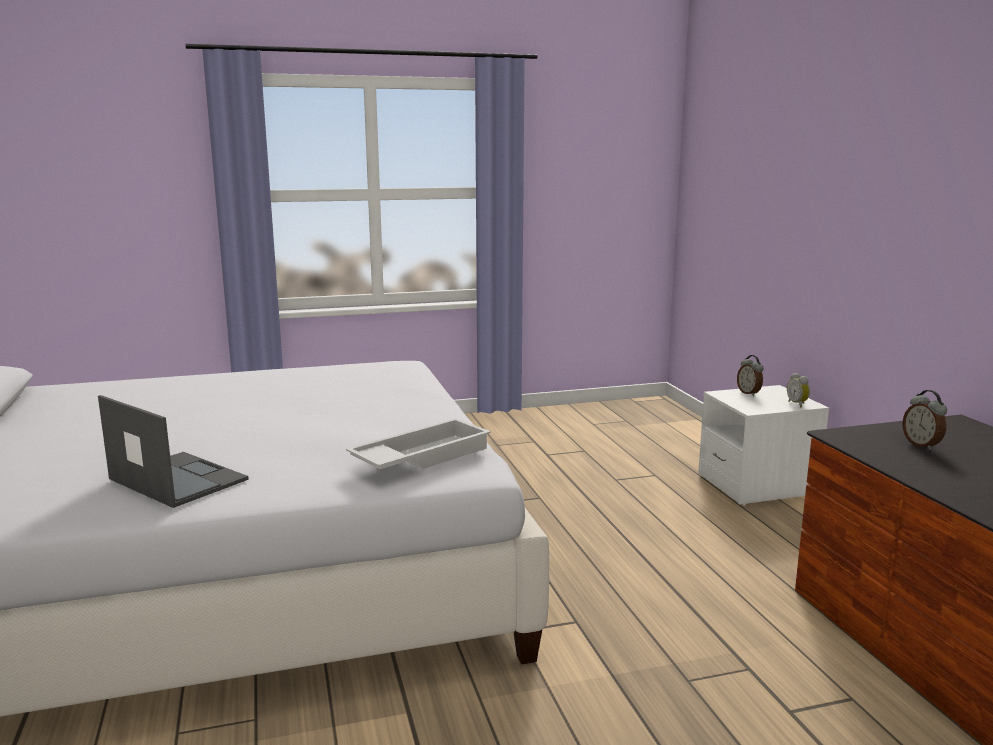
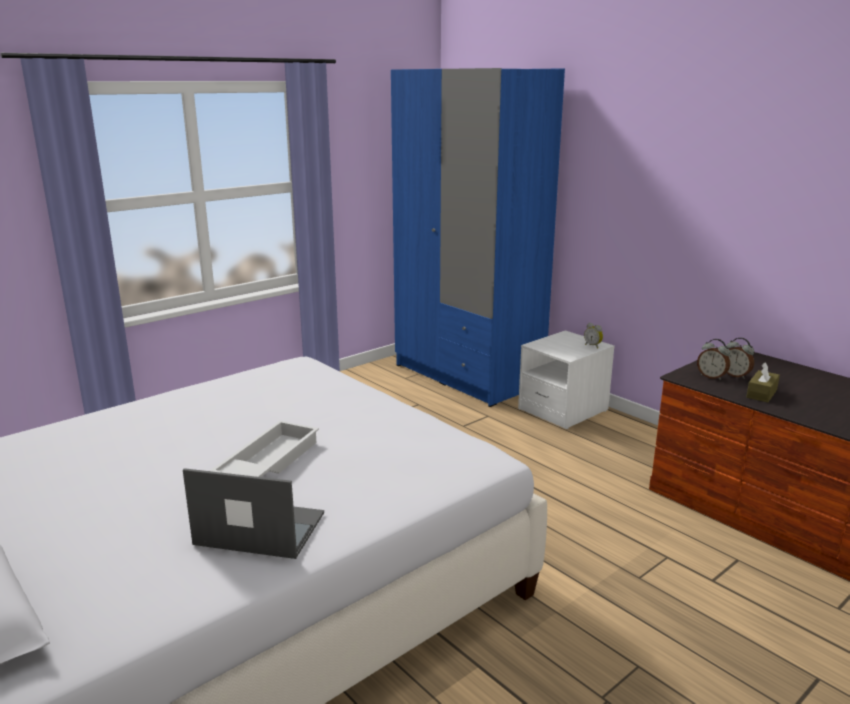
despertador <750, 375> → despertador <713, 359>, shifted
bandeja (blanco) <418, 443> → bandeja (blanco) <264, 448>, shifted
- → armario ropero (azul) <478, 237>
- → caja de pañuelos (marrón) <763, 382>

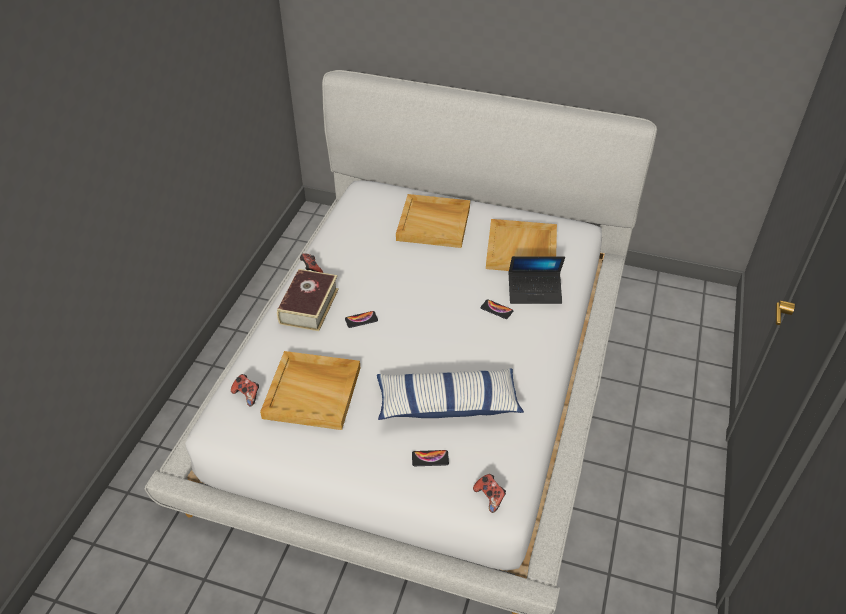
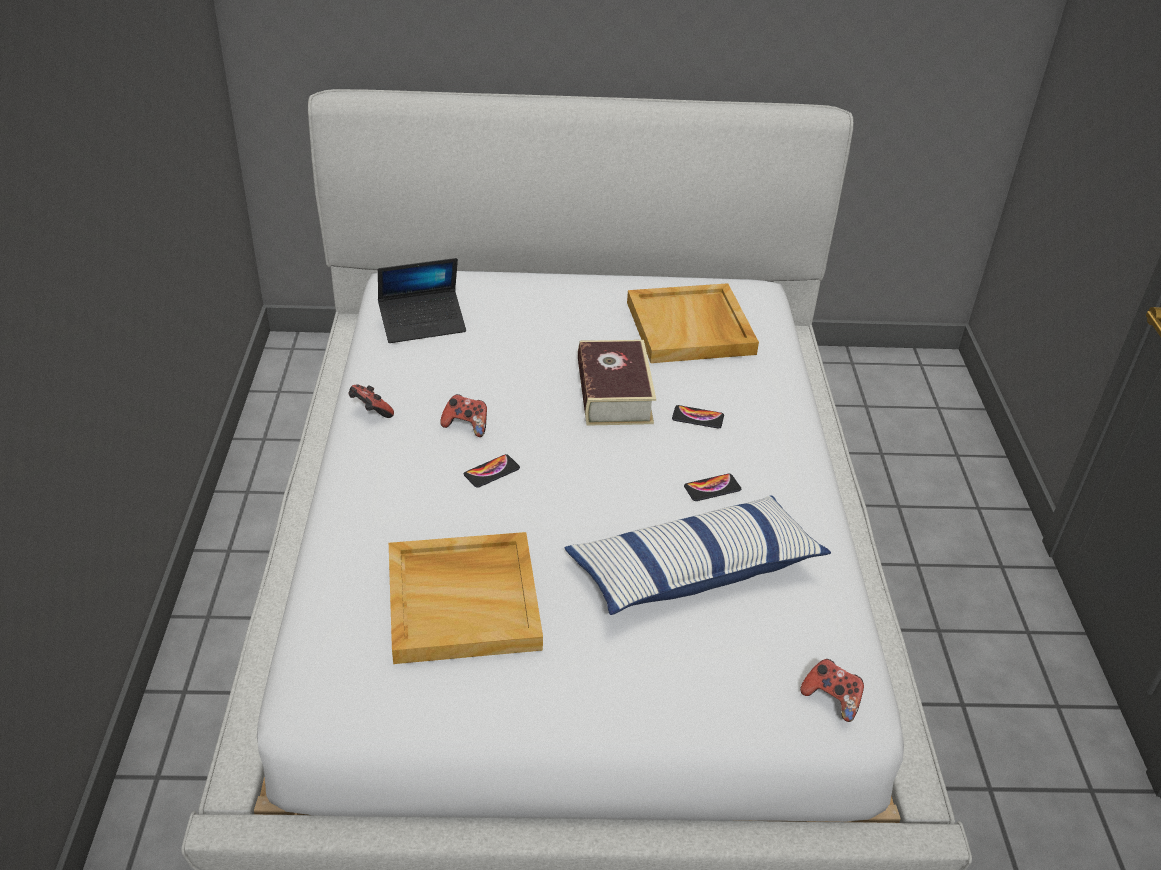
bandeja (beis) <433, 221> → -
portátil <537, 280> → portátil <422, 300>, shifted
libro <308, 300> → libro <617, 383>, shifted
mando de consola <245, 390> → mando de consola <463, 415>, shifted
móvil <430, 458> → móvil <712, 487>, shifted

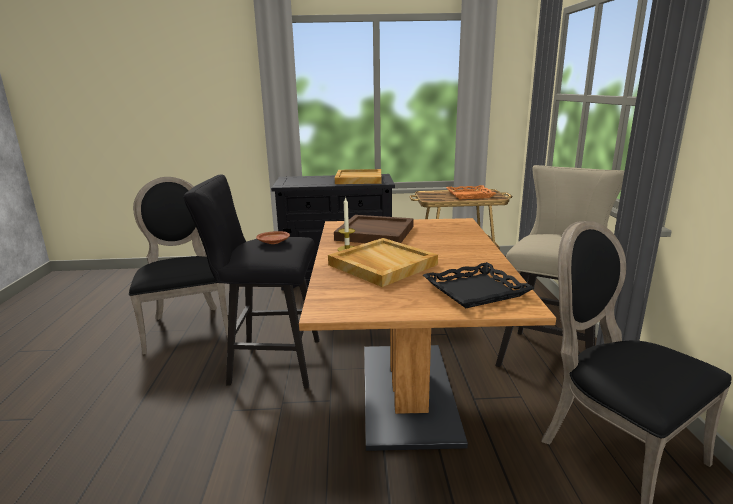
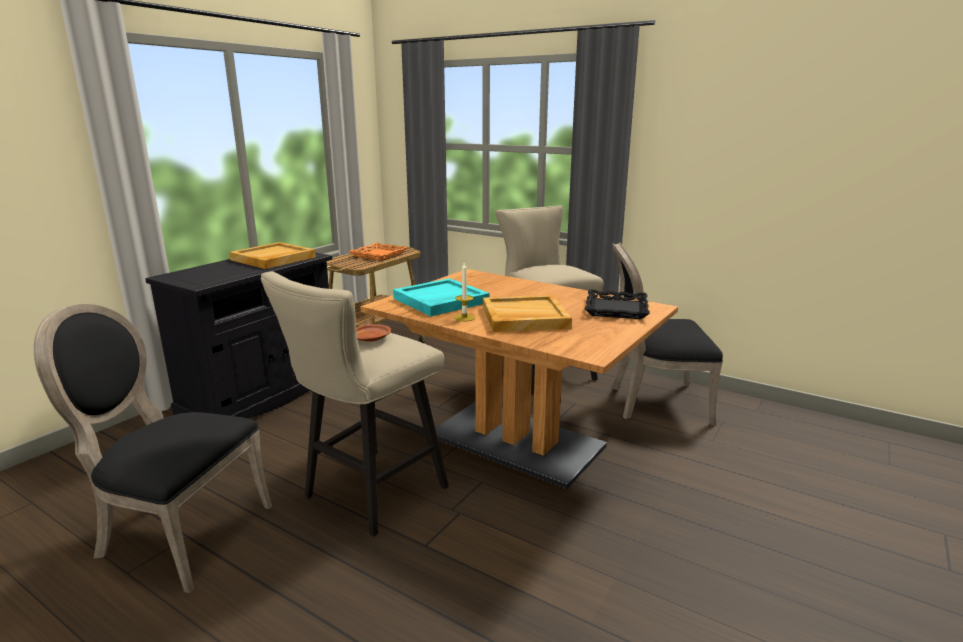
taburete (negro) <251, 281> → taburete (beis) <354, 404>
bandeja (marrón) <374, 229> → bandeja (turquesa) <441, 297>

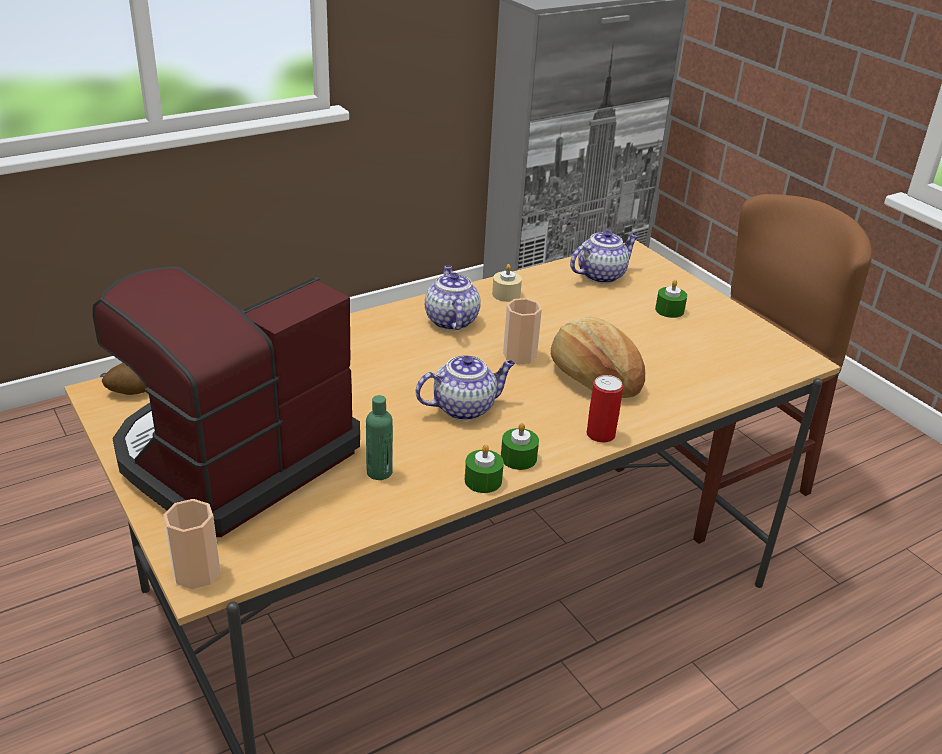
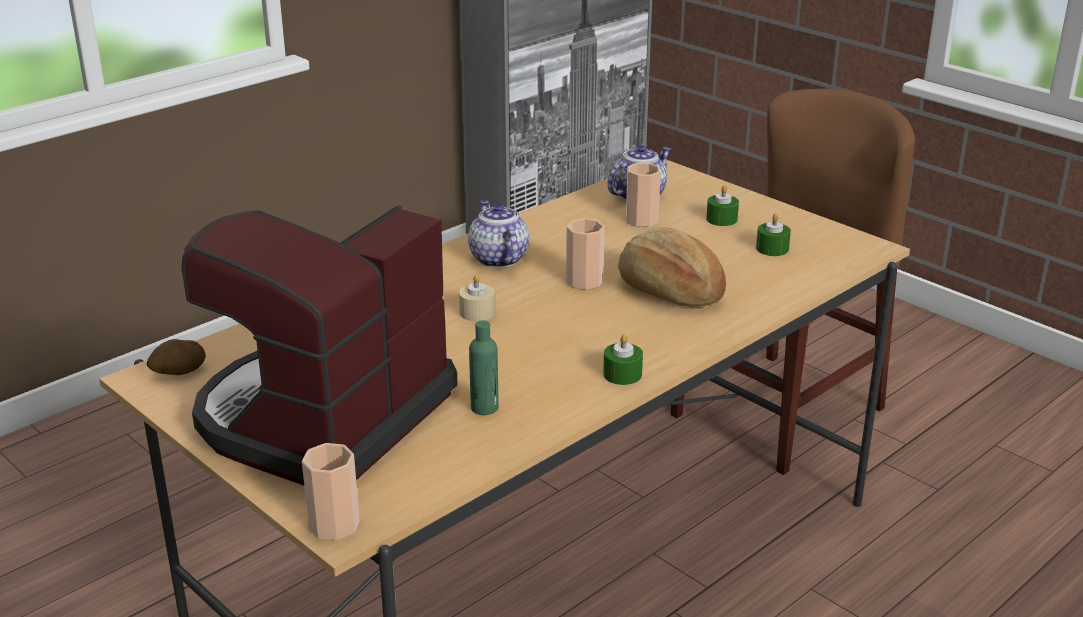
vela (beis) <507, 283> → vela (beis) <477, 297>, shifted
tetera <465, 388> → -
lata <604, 409> → -
vela (verde) <484, 469> → vela (verde) <773, 234>, shifted
- → taza <643, 195>

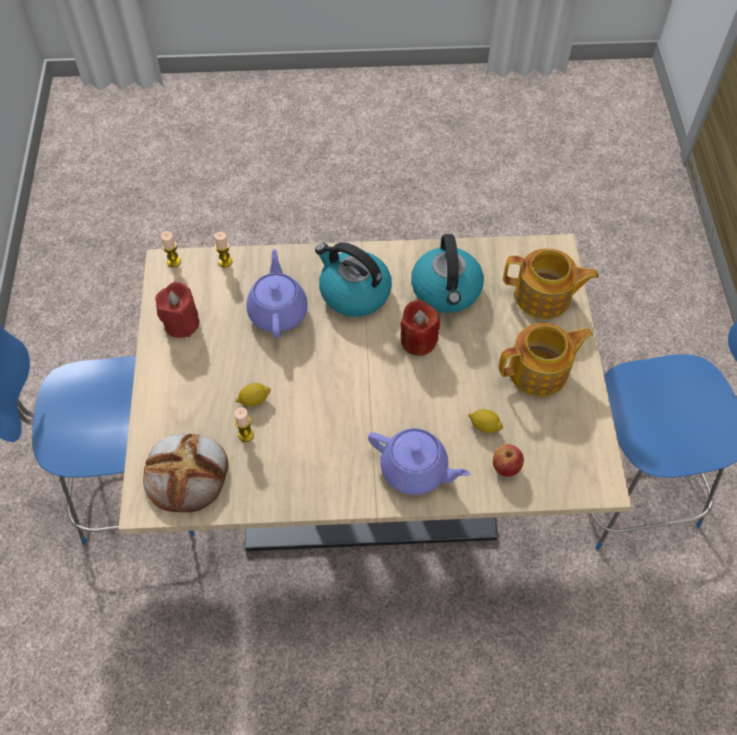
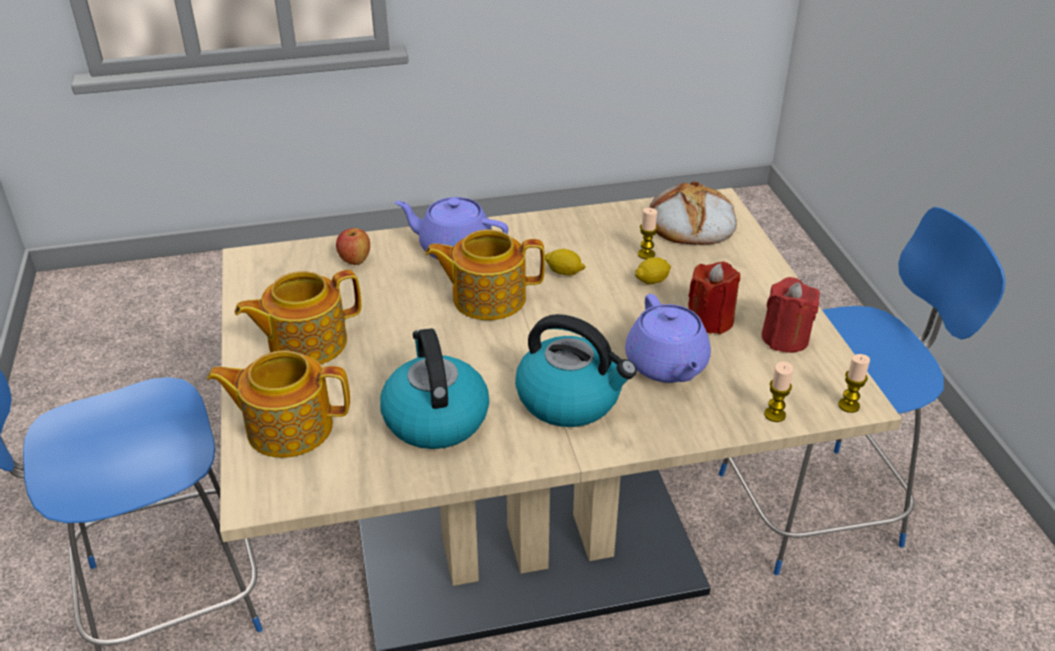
vela (rojo) <420, 327> → vela (rojo) <714, 297>, shifted
limón <485, 421> → limón <565, 262>, shifted
- → tetera <485, 274>

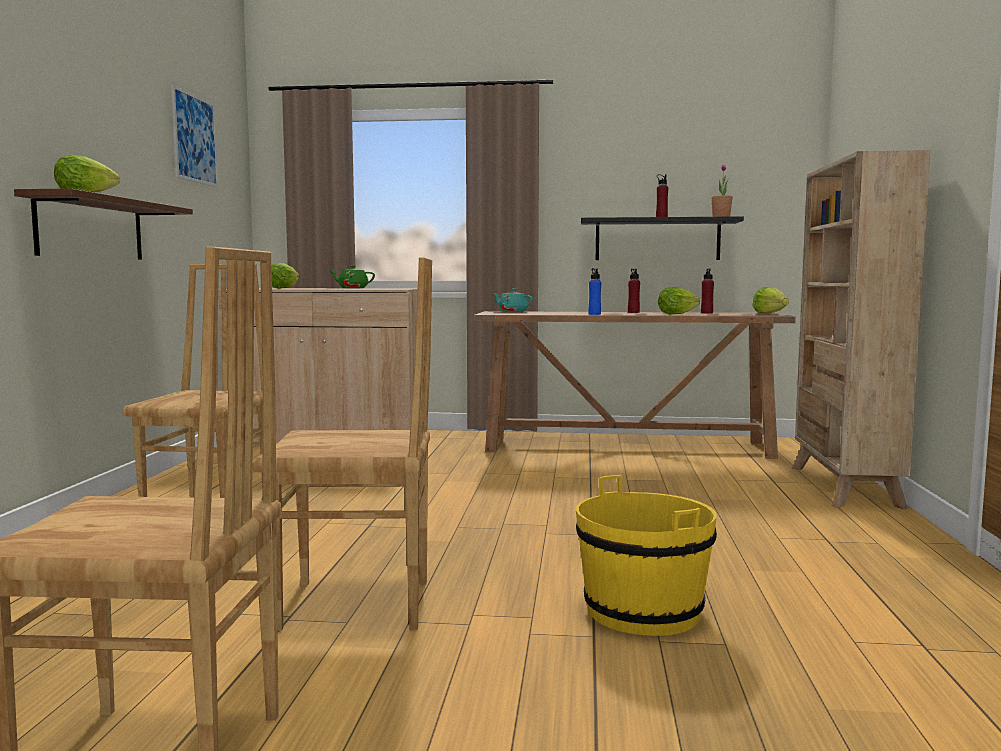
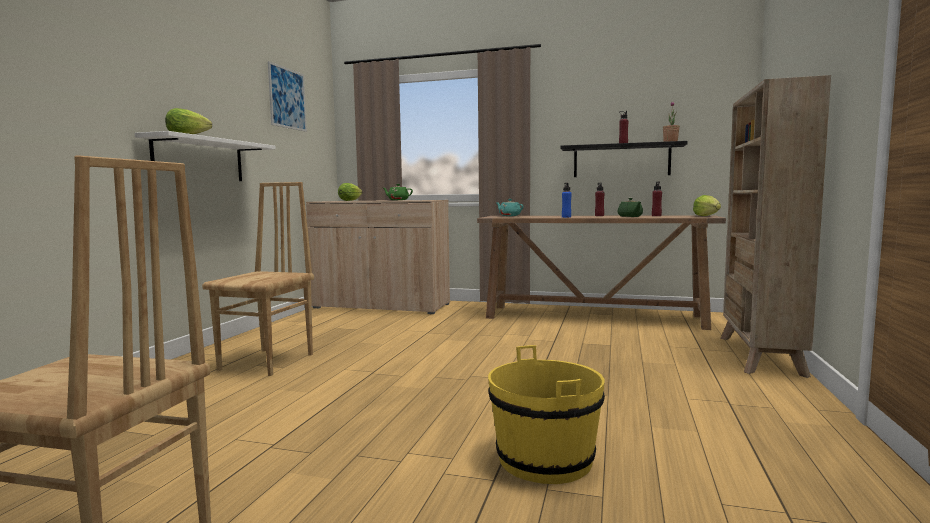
estante (marrón) <103, 223> → estante (blanco) <205, 156>
silla (marrón) <342, 444> → -
lechuga <679, 301> → tetera (verde) <630, 207>

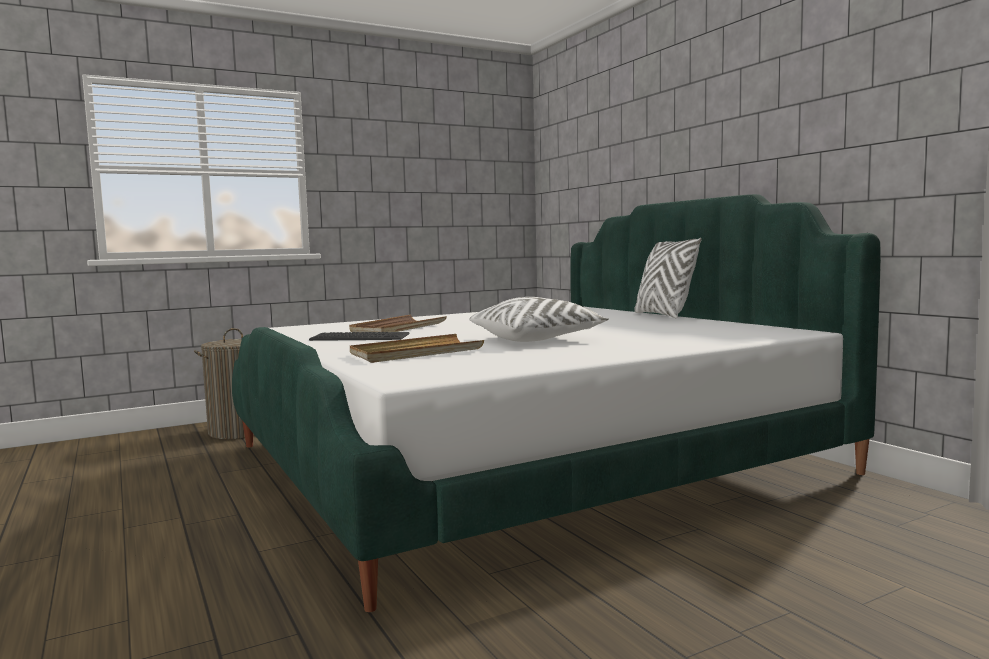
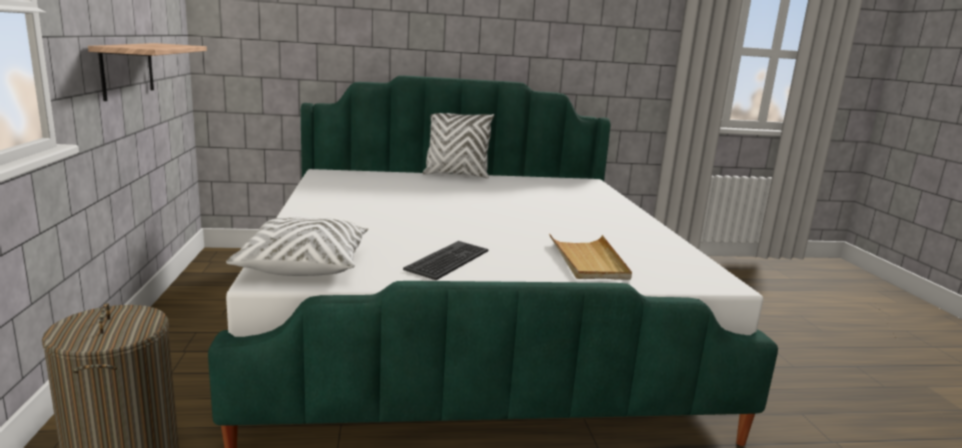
cojín (blanco) <539, 319> → cojín (blanco) <297, 246>, shifted
bandeja (marrón) <398, 323> → -
- → estante <147, 72>

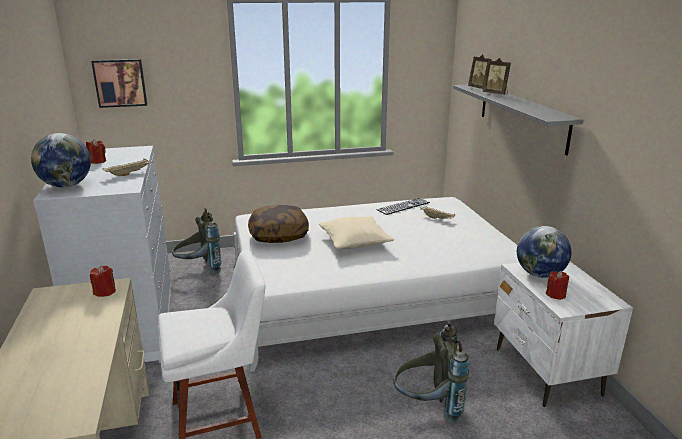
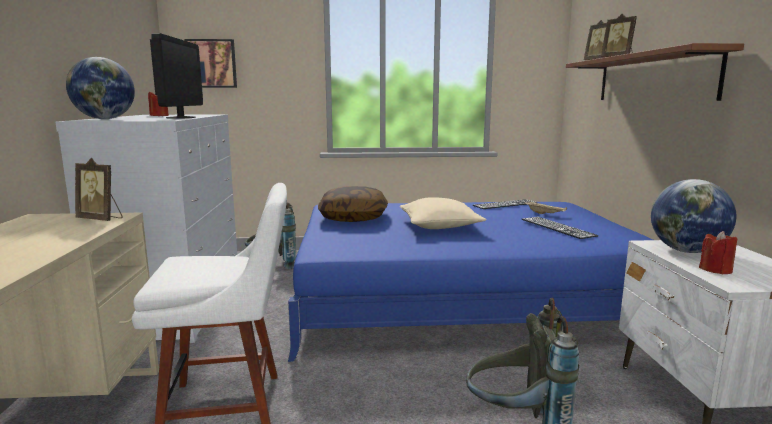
estante (gris) <518, 119> → estante (marrón) <655, 72>
bandeja (beis) <128, 167> → monitor <176, 76>
cama (blanco) <376, 284> → cama (azul) <470, 282>
vela (rojo) <103, 281> → portarretratos <99, 189>
- → teclado <560, 228>

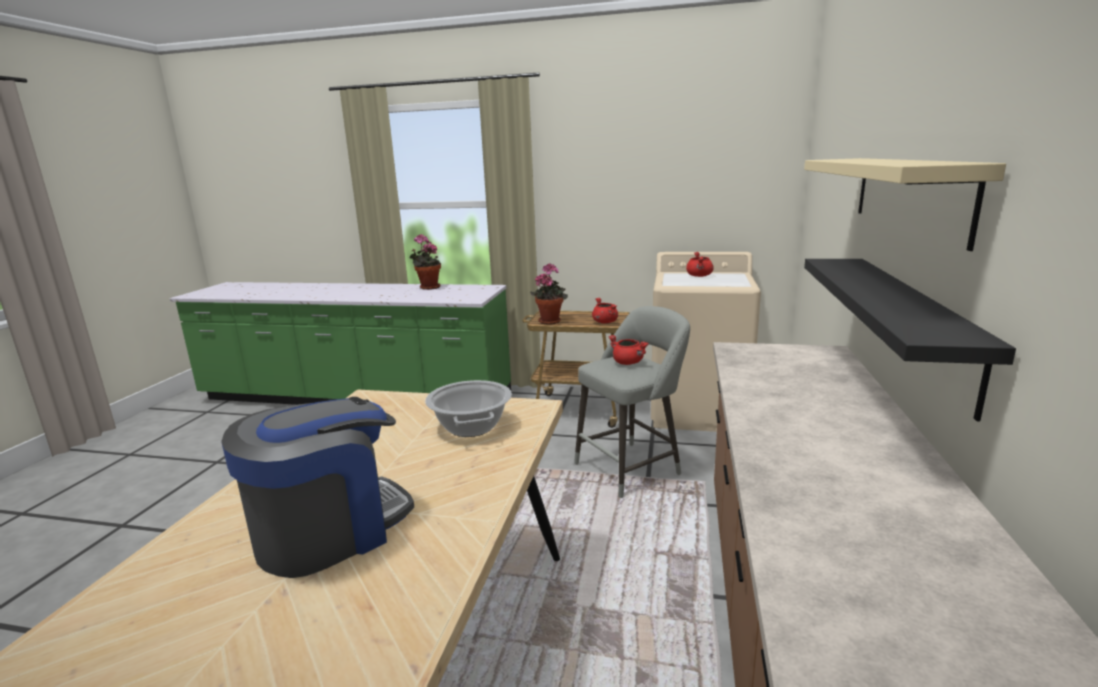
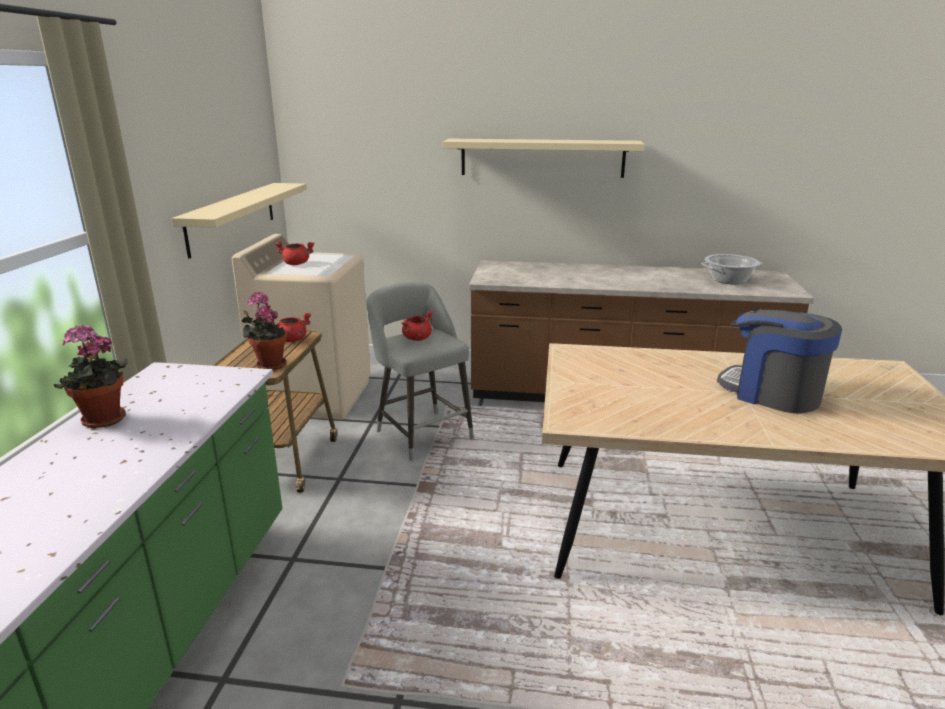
estante (negro) <910, 340> → -
olla <468, 408> → olla <732, 269>, shifted
- → estante (beis) <239, 221>

